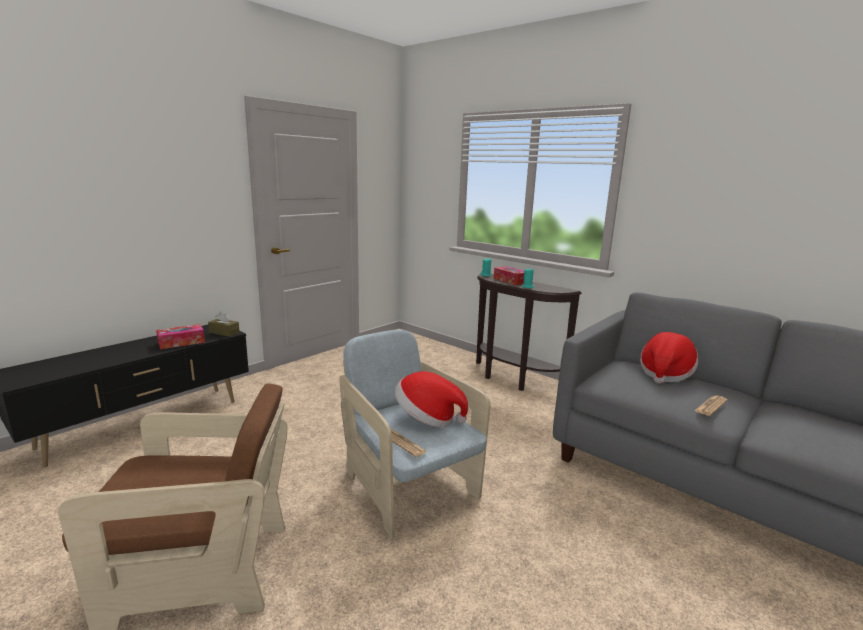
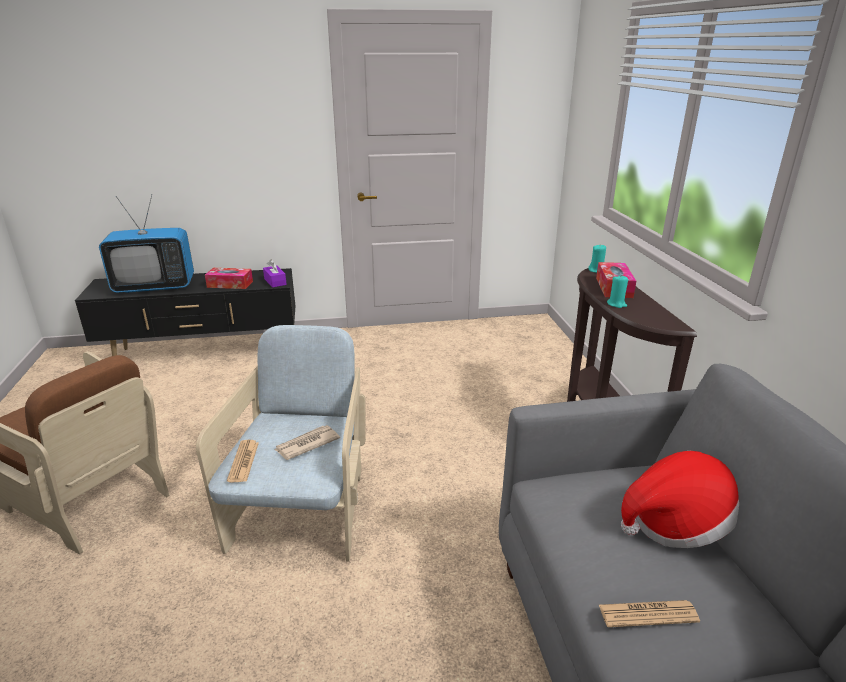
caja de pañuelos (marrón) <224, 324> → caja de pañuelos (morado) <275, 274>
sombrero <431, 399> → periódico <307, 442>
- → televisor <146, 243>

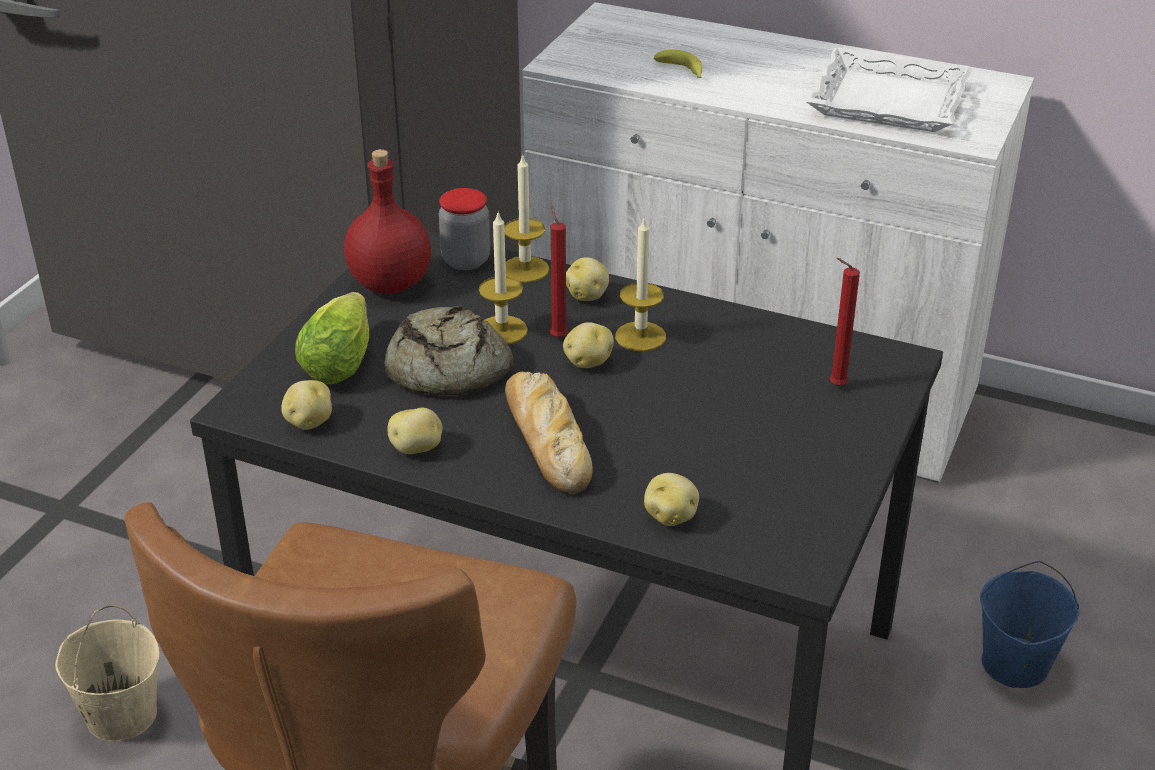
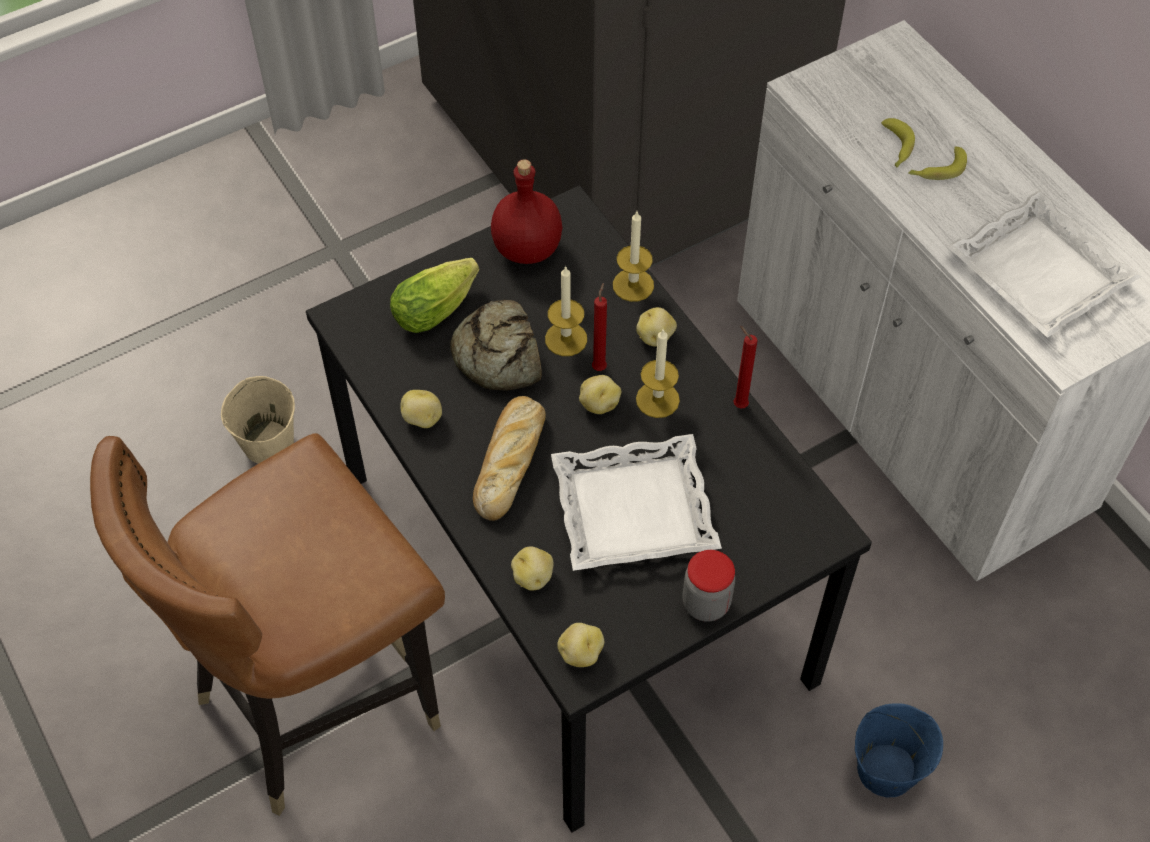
tarro <464, 229> → tarro <709, 586>, shifted
vela (rojo) <845, 322> → vela (rojo) <746, 367>, shifted
patata <306, 405> → patata <580, 645>, shifted
- → plátano <937, 163>
- → bandeja (blanco) <636, 502>

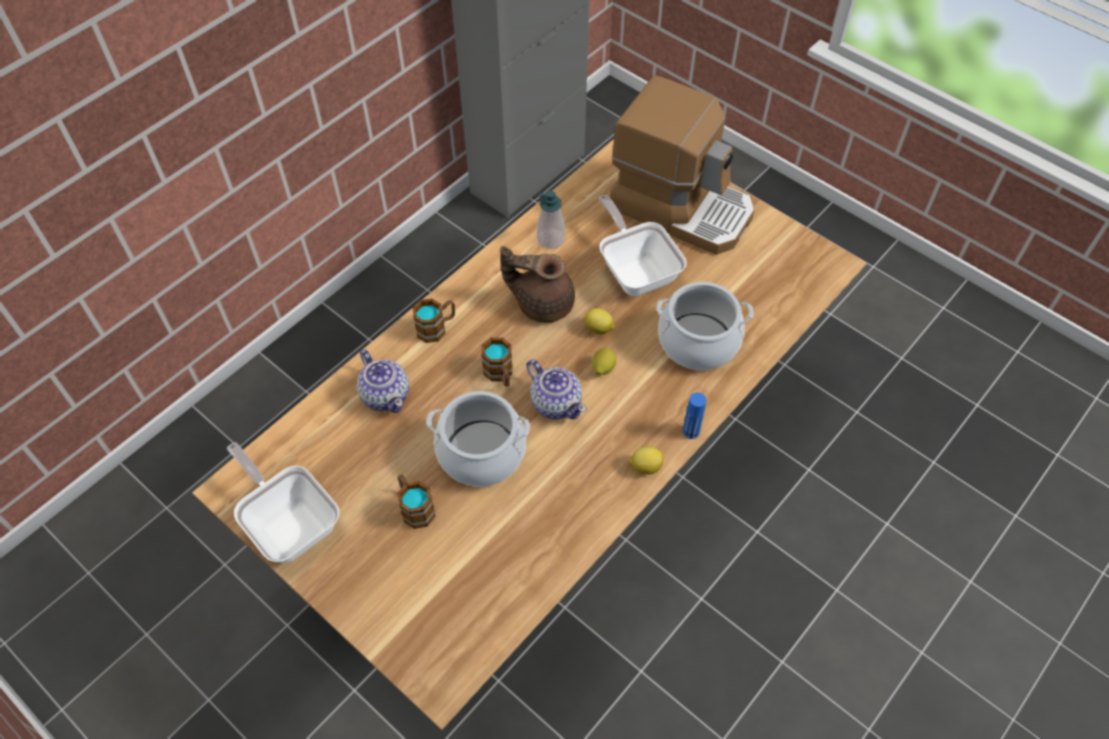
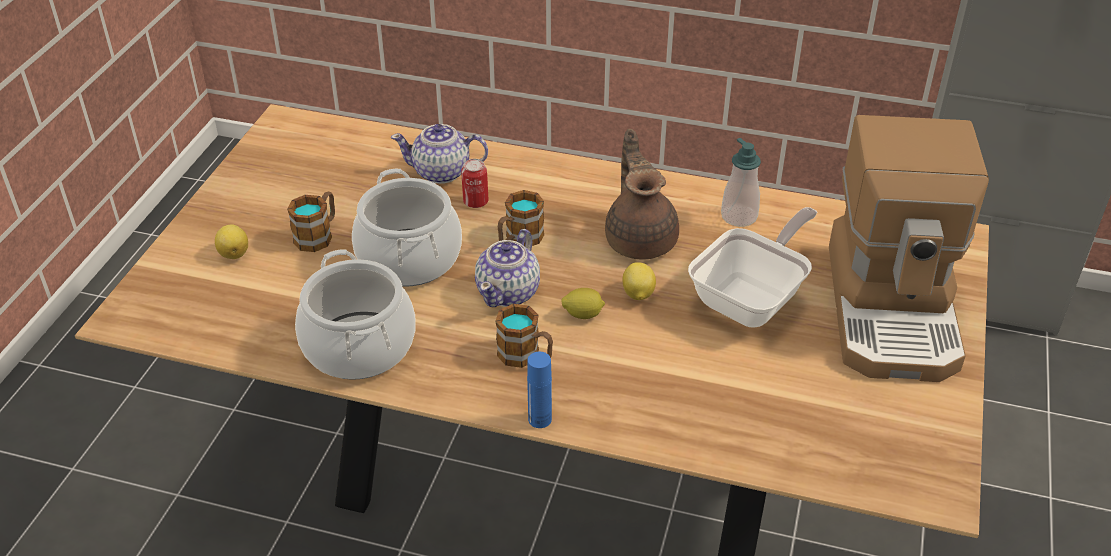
olla <705, 326> → olla <355, 314>, shifted
taza grande <433, 320> → taza grande <524, 336>, shifted
tetera <383, 381> → tetera <439, 154>, 60 degrees clockwise
sartén <283, 502> → -
limón <646, 461> → limón <231, 242>, shifted
- → lata <475, 183>

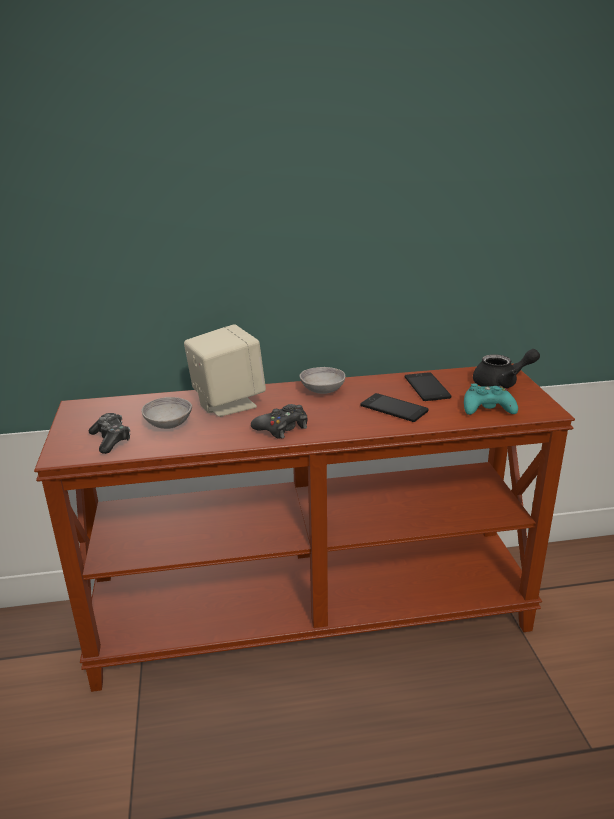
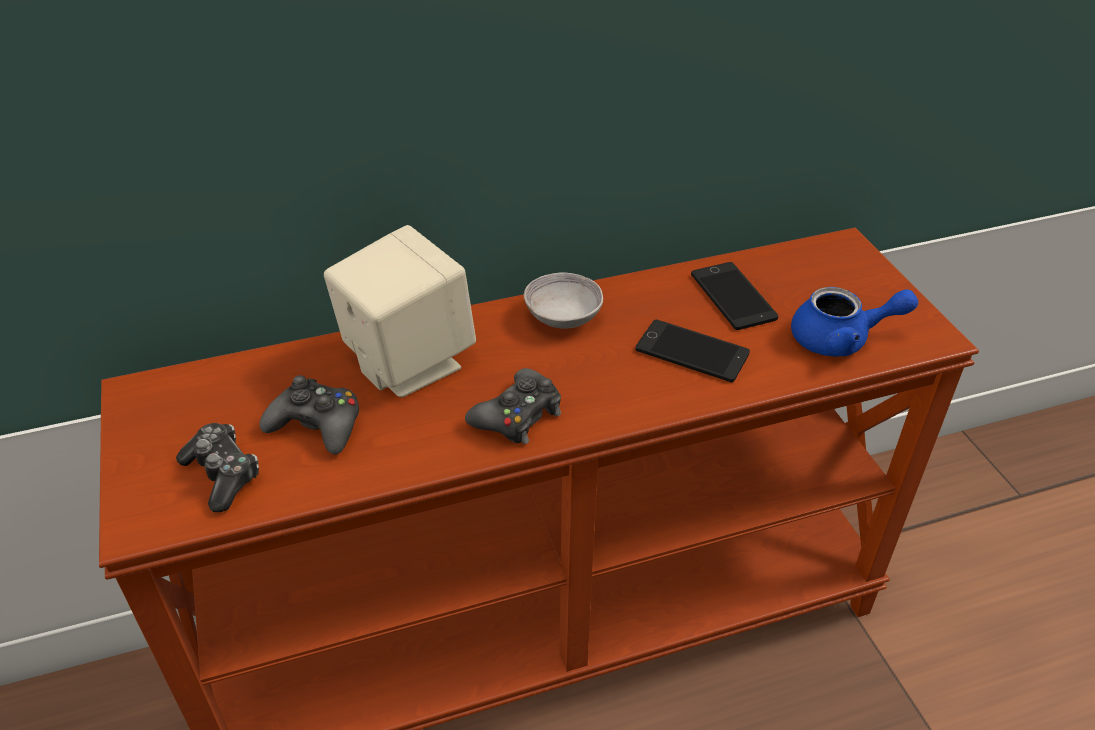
tetera (negro) <506, 369> → -
mando de consola (turquesa) <491, 399> → tetera (azul) <854, 321>
cuenco (gris) <167, 413> → mando de consola (negro) <309, 415>

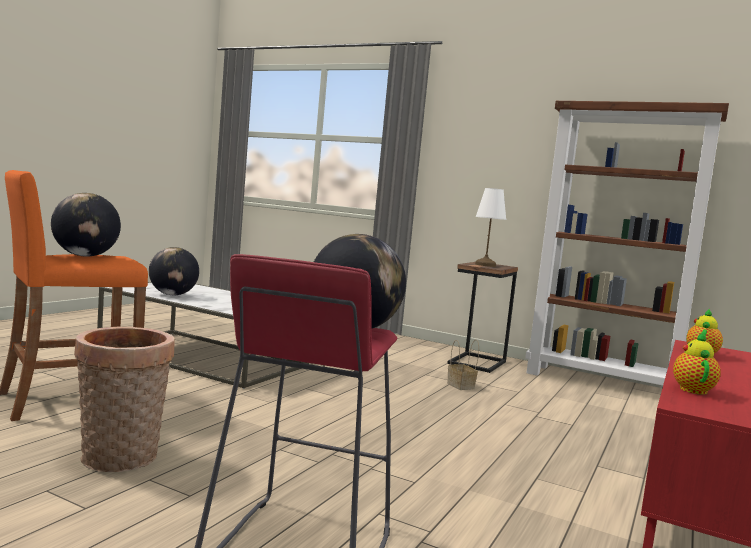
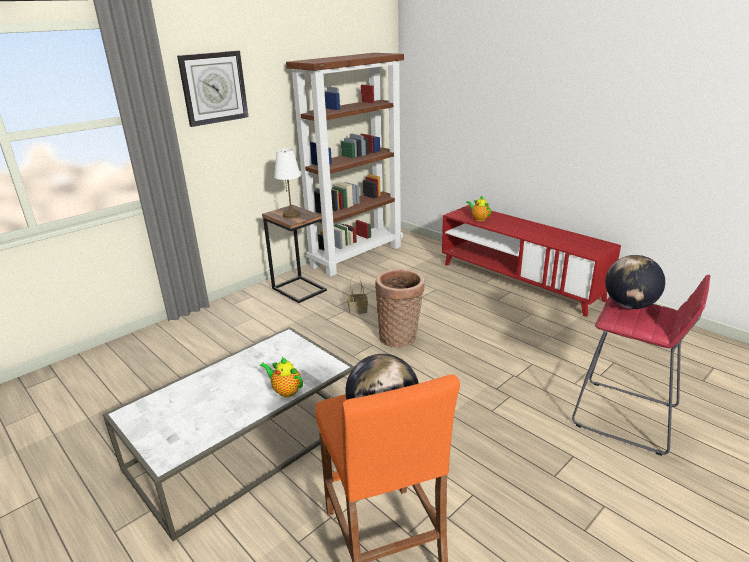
globo terráqueo <174, 271> → -
cesta <124, 399> → cesta <400, 308>, shifted
tetera <697, 363> → tetera <281, 377>, shifted
- → reloj de pared <213, 89>

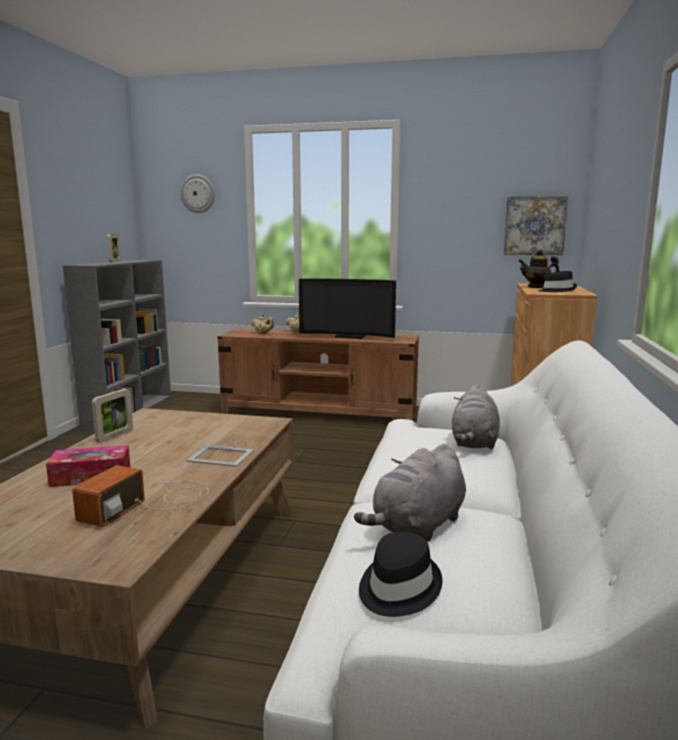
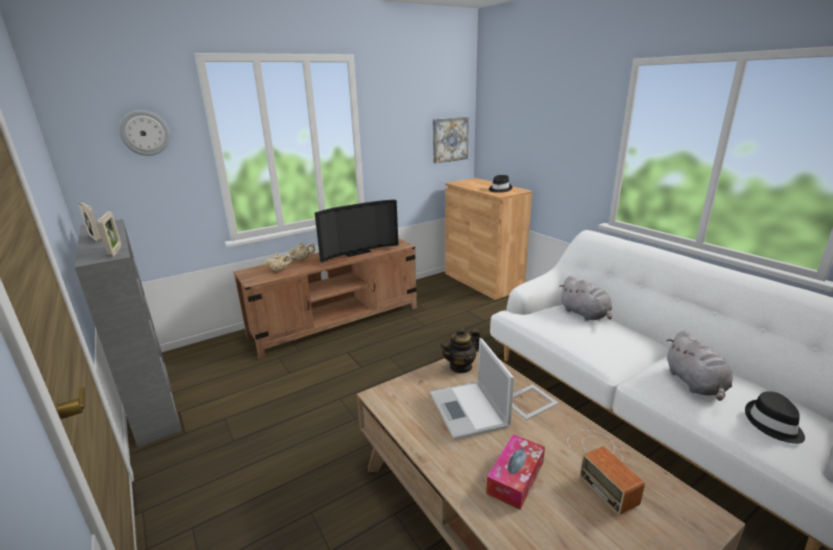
tetera <539, 269> → tetera <460, 350>, shifted
portarretratos <112, 416> → portarretratos <109, 234>, shifted
- → portátil <472, 389>

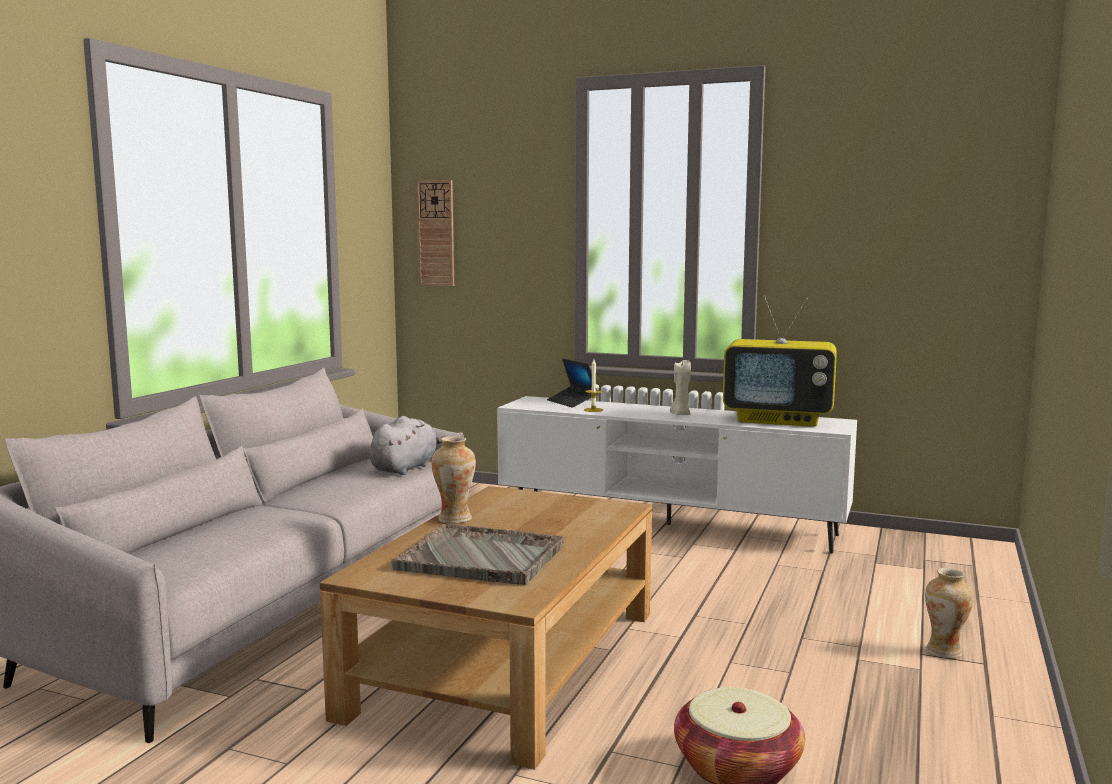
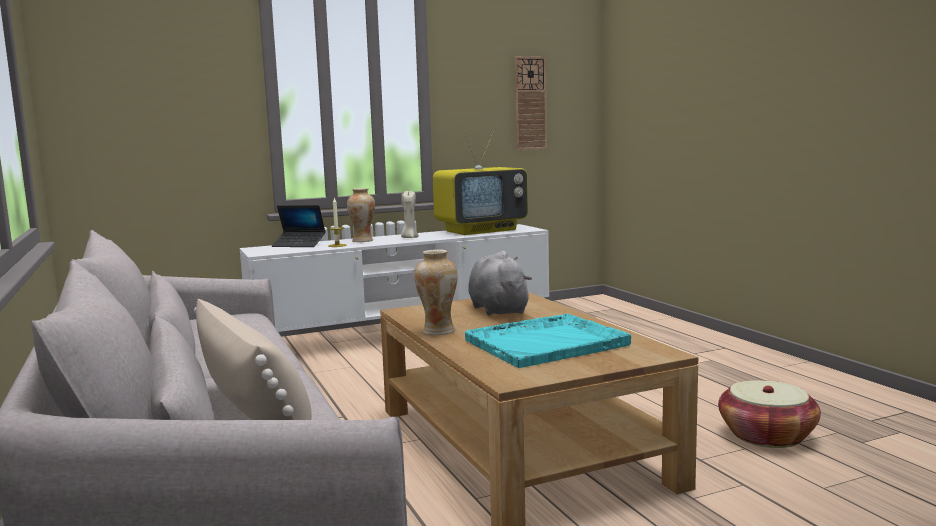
reloj de pared <435, 233> → reloj de pared <530, 103>, shifted
peluche (gris) <407, 445> → peluche (gris) <500, 283>, shifted
bandeja (gris) <477, 554> → bandeja (turquesa) <548, 341>
florero <949, 613> → florero <361, 215>, shifted
- → cojín (beis) <253, 359>

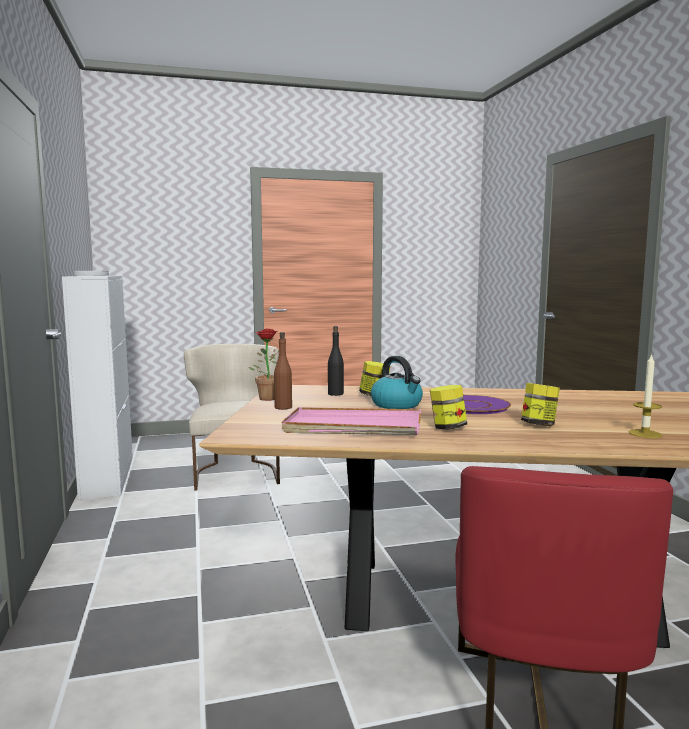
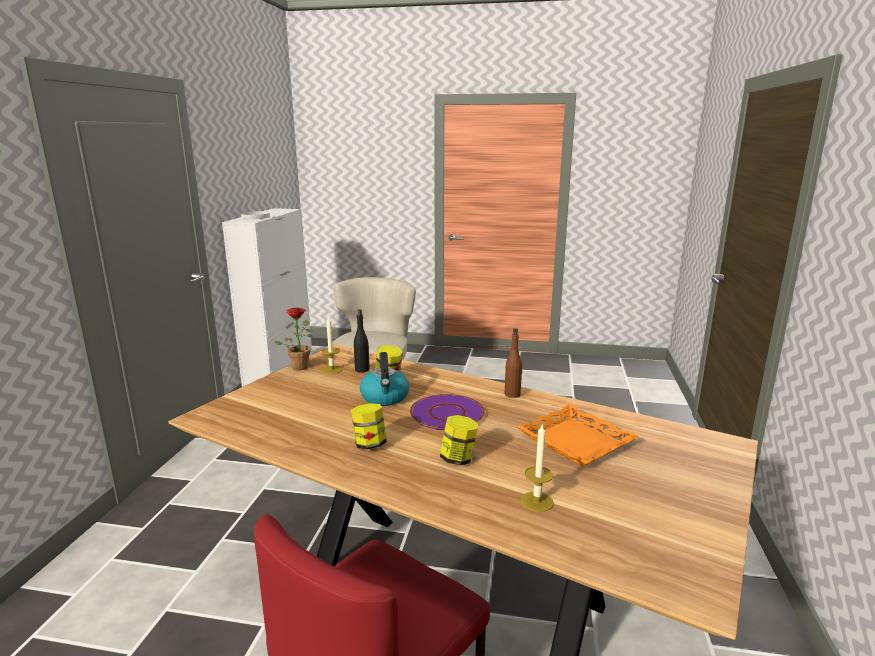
botella (marrón) <283, 371> → botella (marrón) <513, 363>, shifted
bandeja (rosa) <351, 421> → -
- → vela <331, 345>
- → bandeja (naranja) <578, 435>

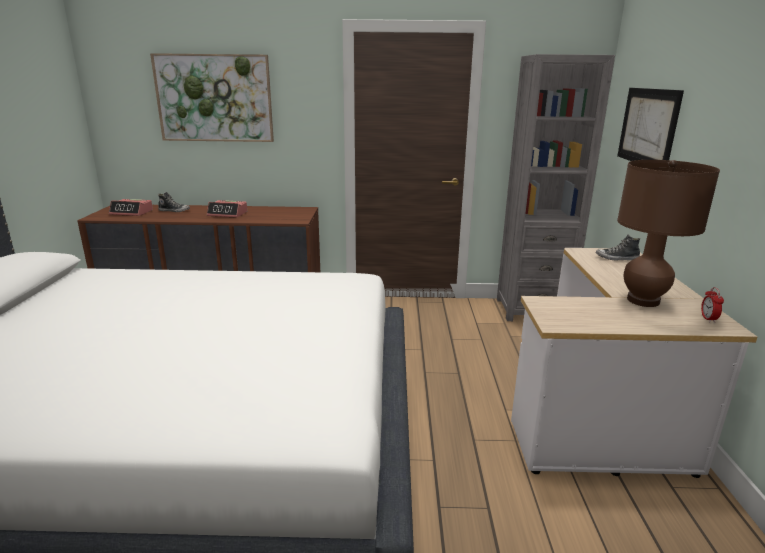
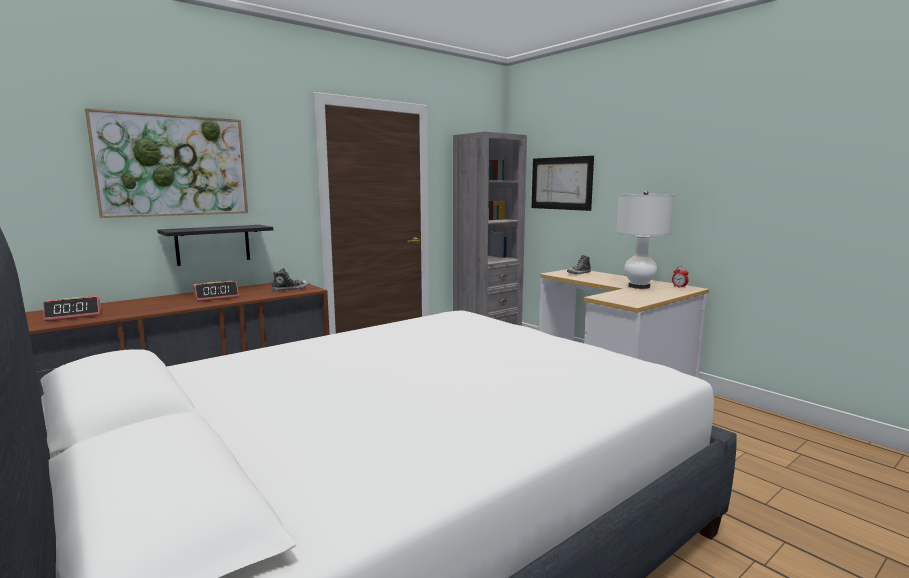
lámpara de mesa (marrón) <668, 233> → lámpara de mesa (blanco) <645, 239>
zapato <174, 202> → zapato <290, 279>, shifted
- → estante (negro) <215, 245>

